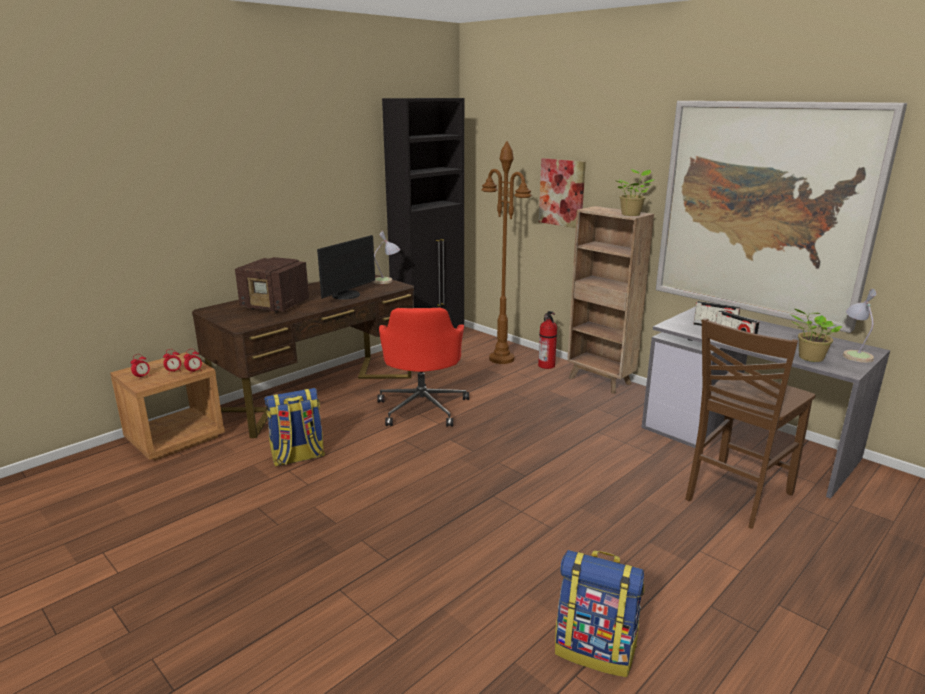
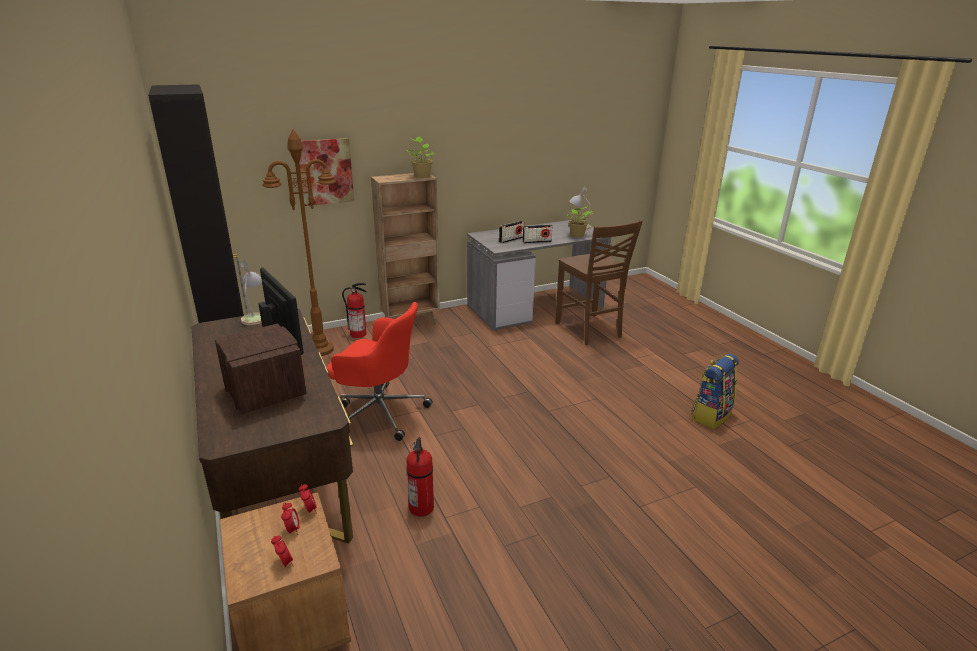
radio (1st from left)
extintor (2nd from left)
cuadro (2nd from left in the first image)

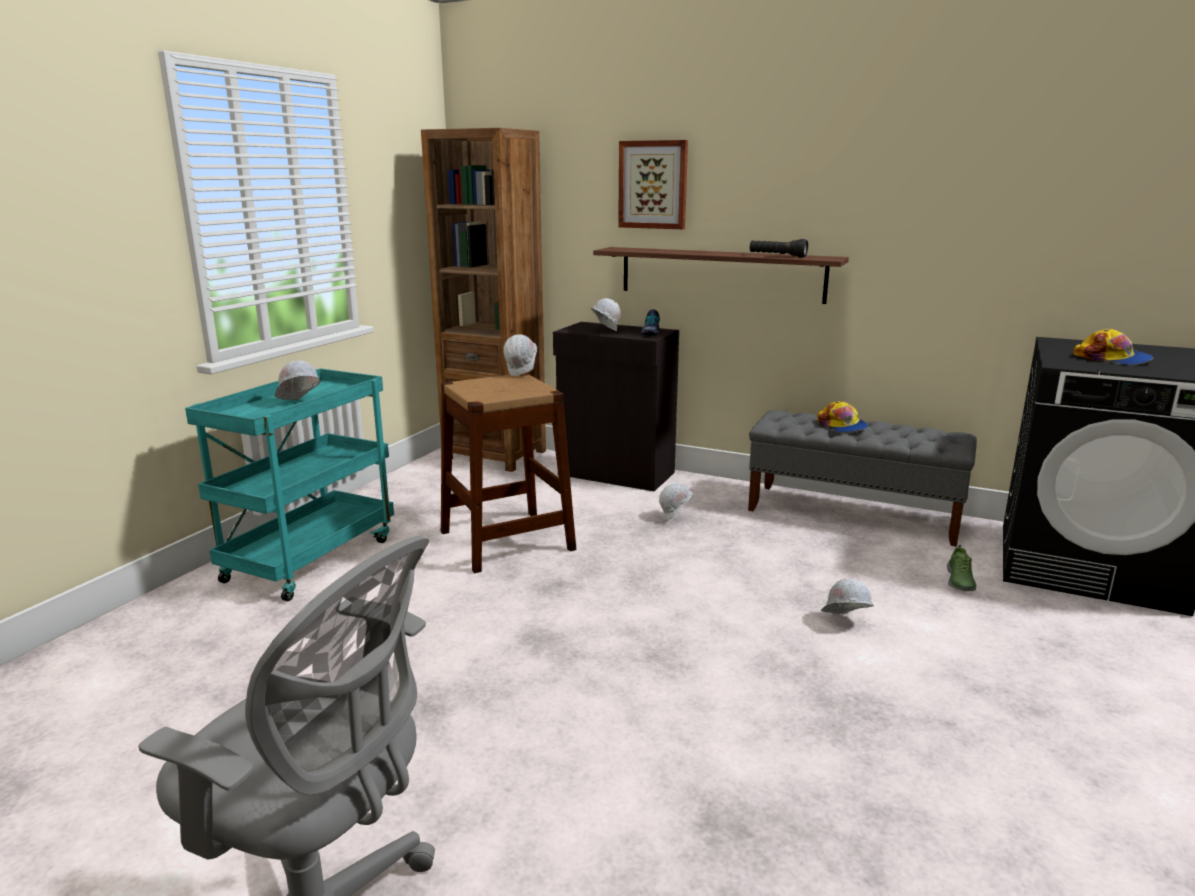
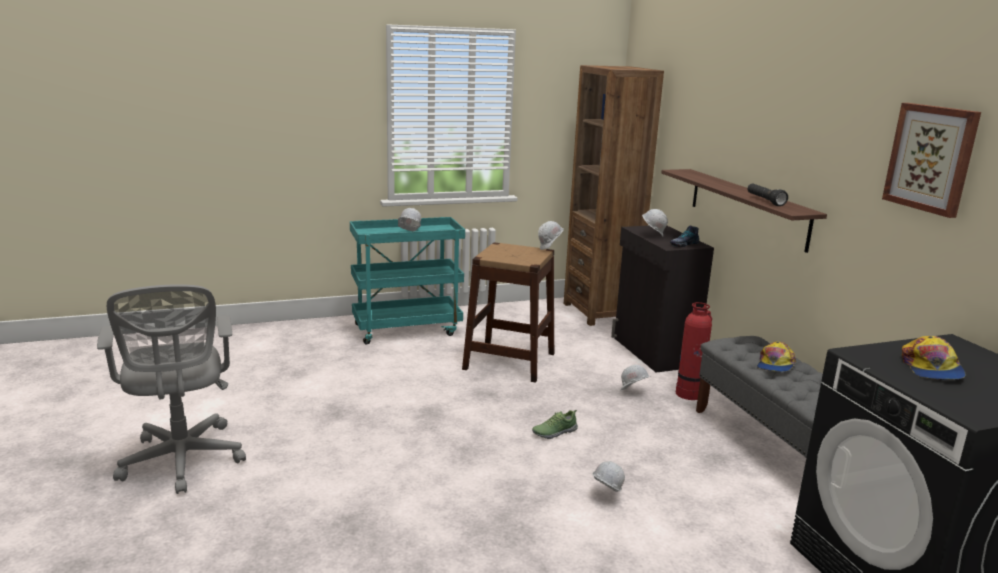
cuadro
zapato (1st from left)
extintor

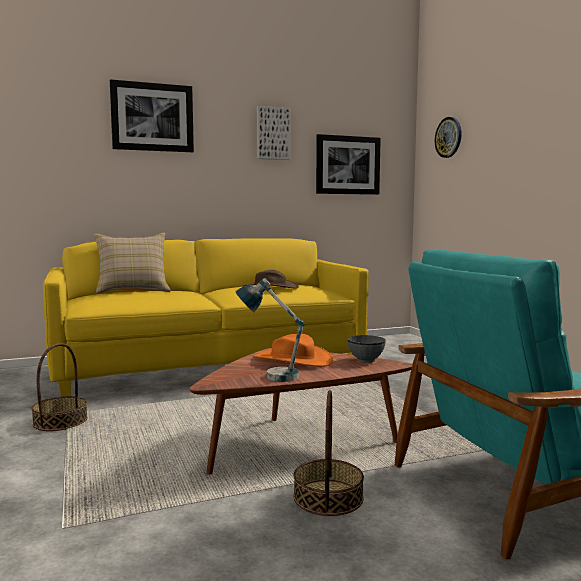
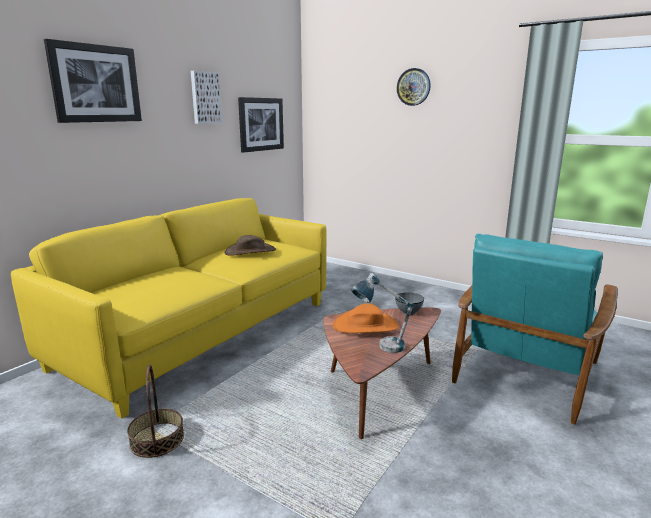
cojín/beis
cesta (2nd from left in the first image)
reloj de pared

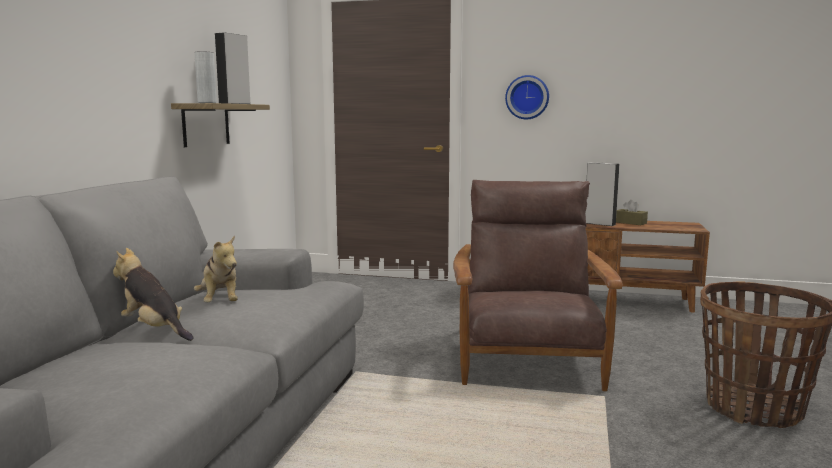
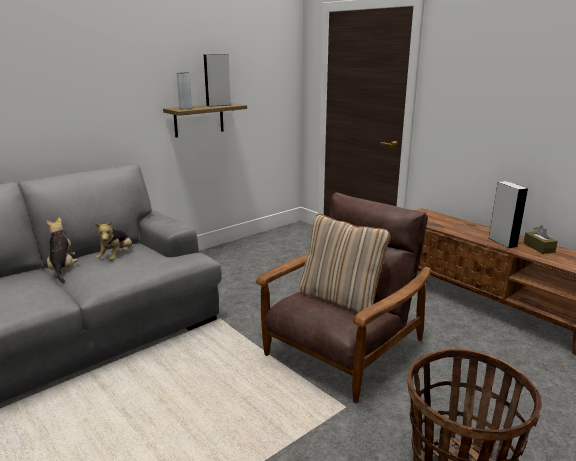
reloj de pared
cojín/beis

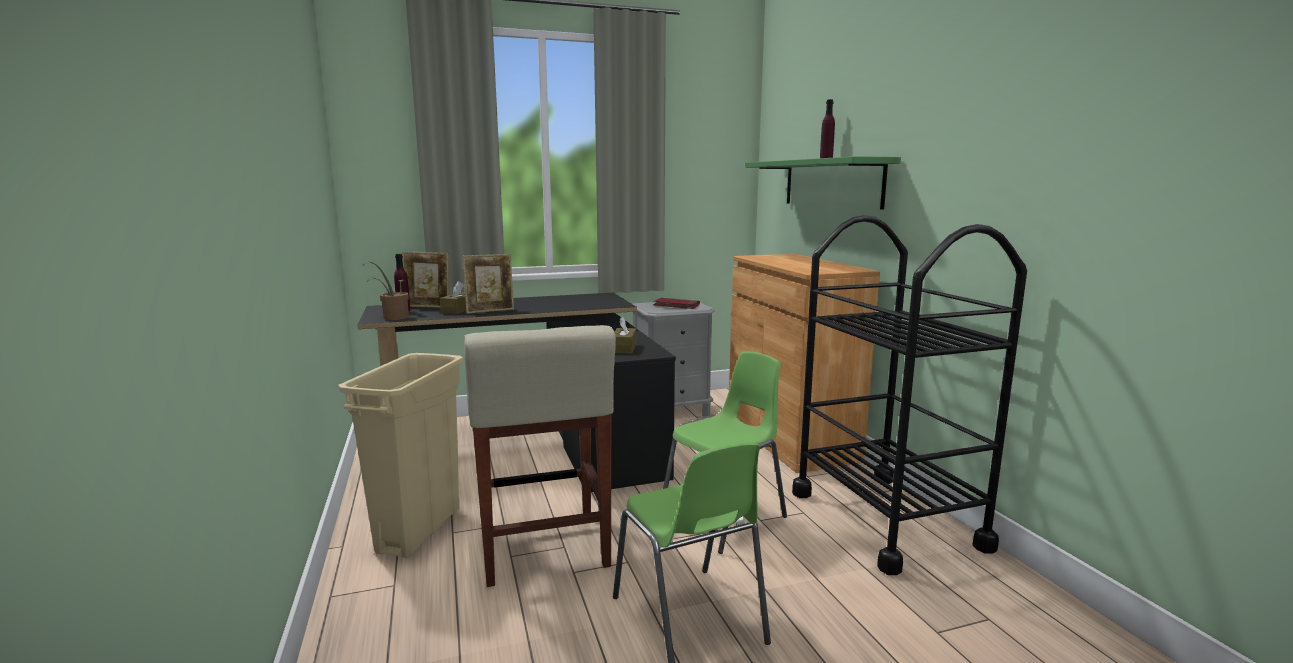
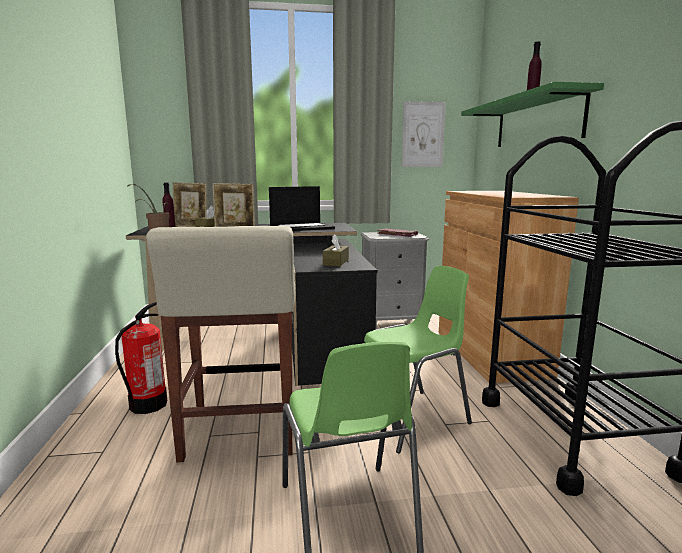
extintor
portátil
cuadro

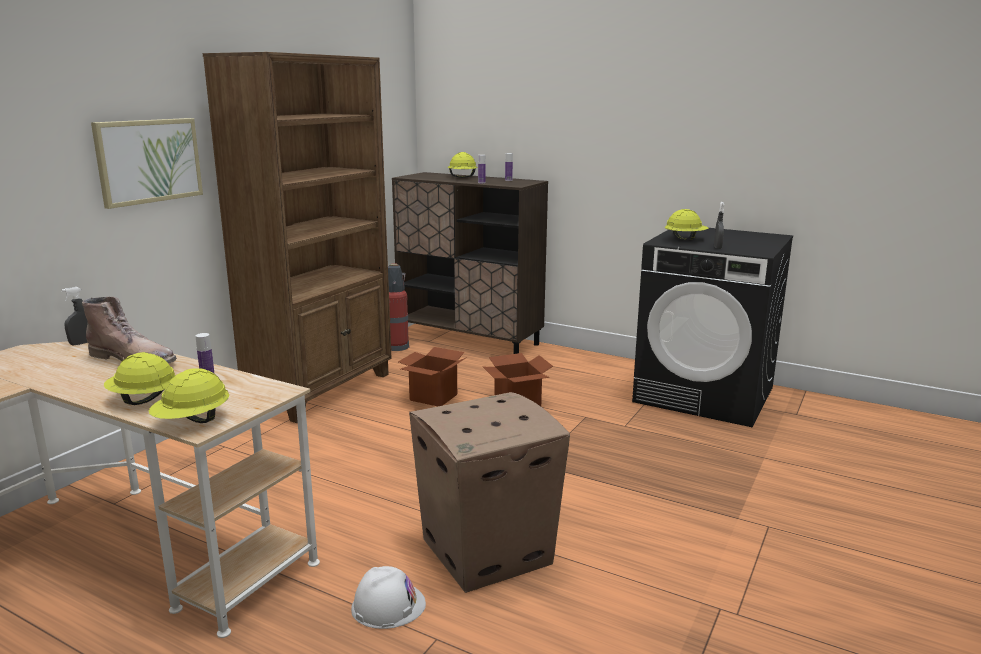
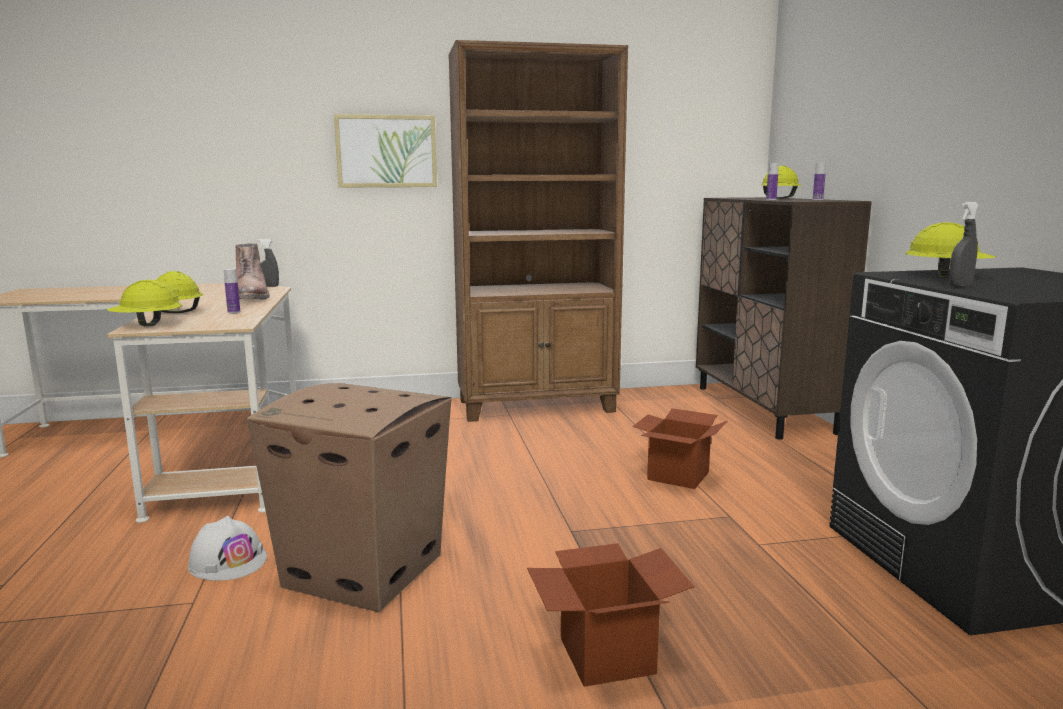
extintor
caja de cartón (2nd from left)

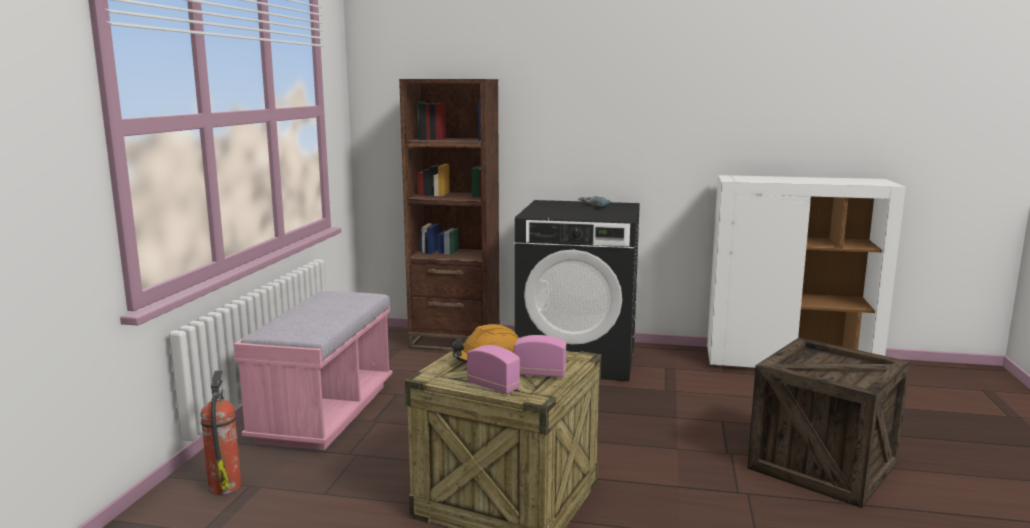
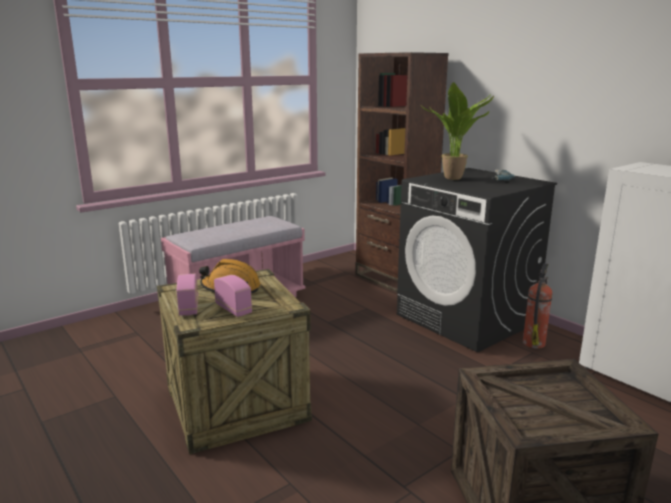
extintor
planta en maceta

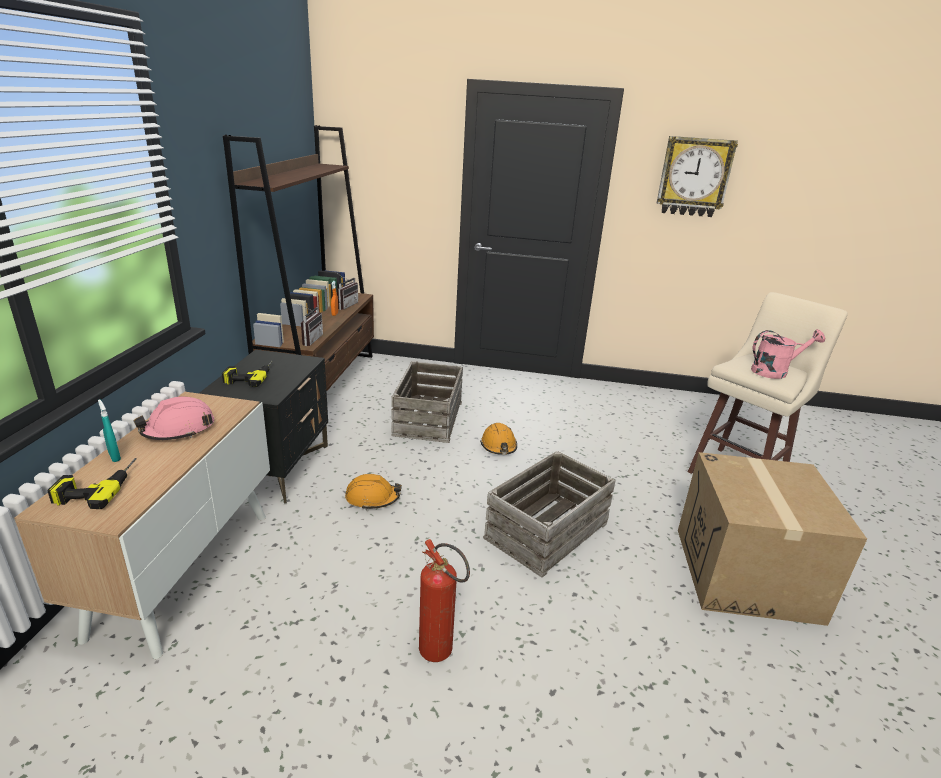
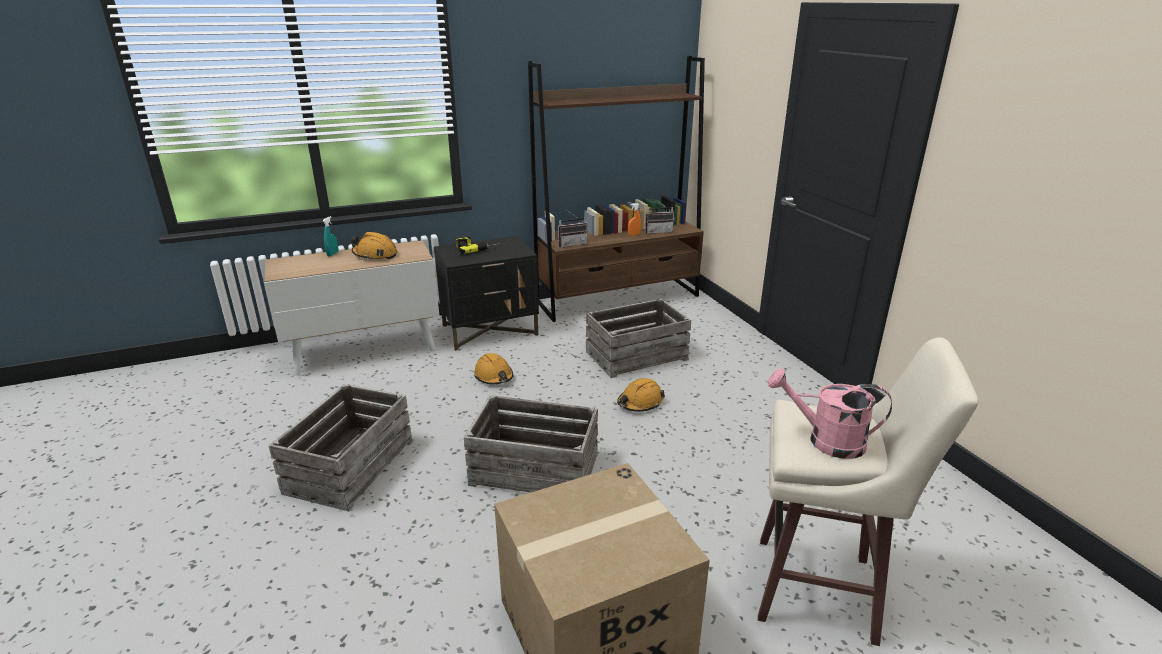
taladro (1st from left in the first image)
casco/naranja (1st from left)
caja de embalaje (1st from left)
reloj de pared
regadera/rosa

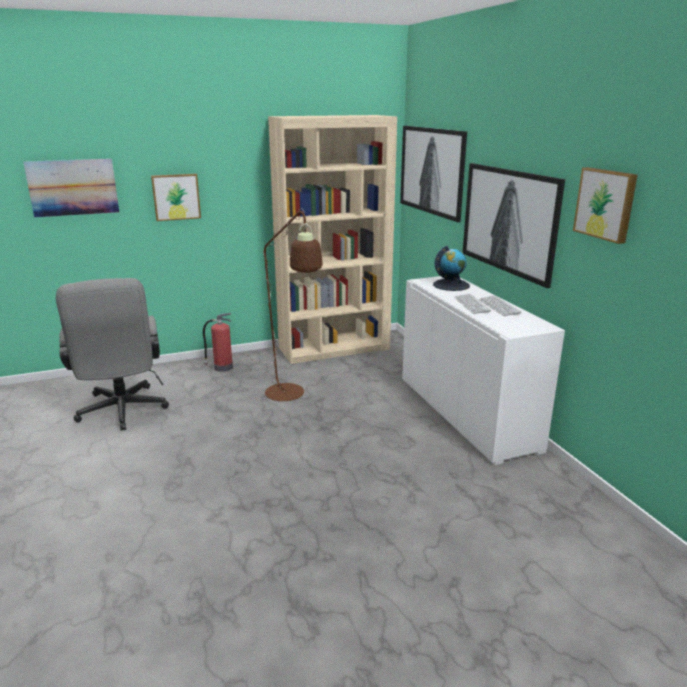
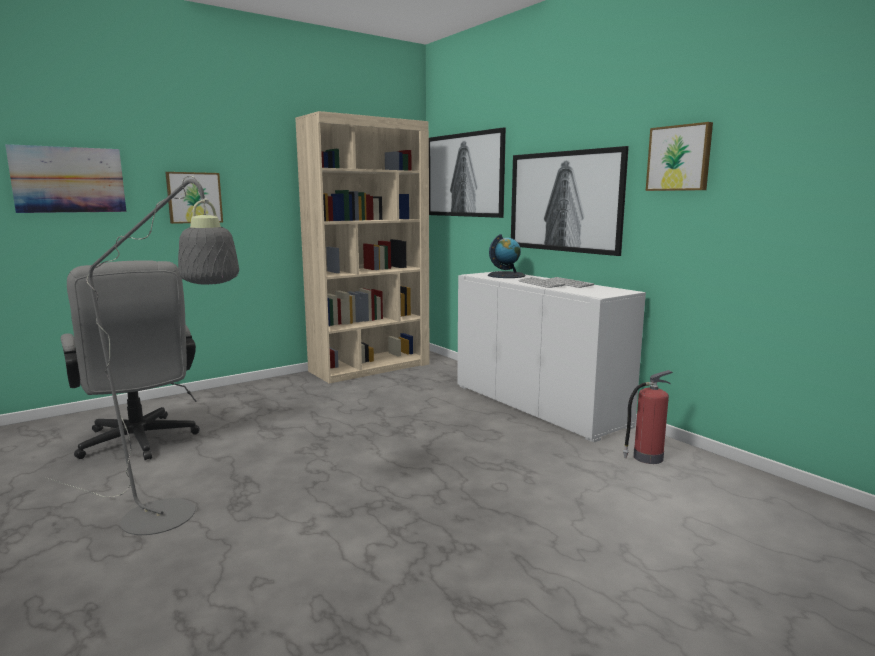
extintor
lámpara de pie/marrón
lámpara de pie/gris

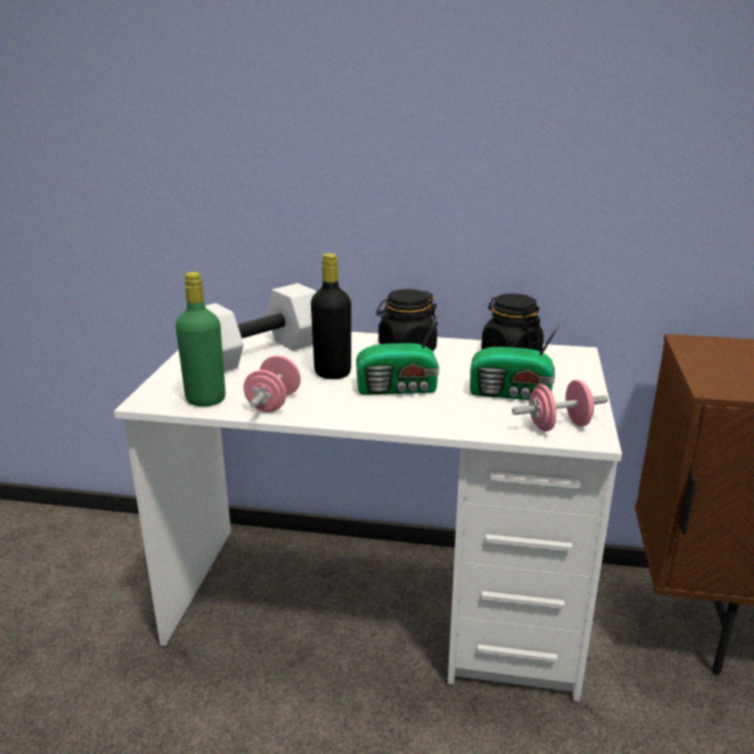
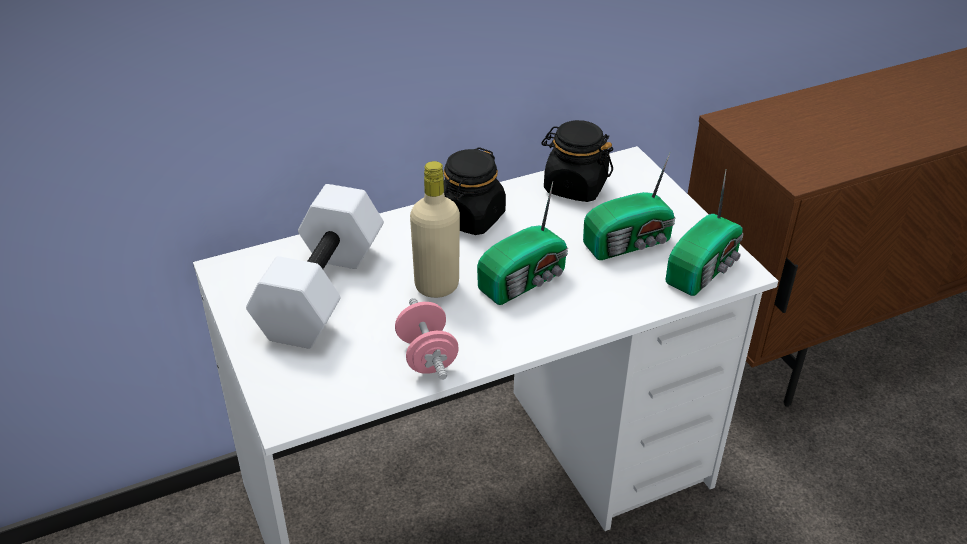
botella/verde
botella/beis
radio (3rd from left)

